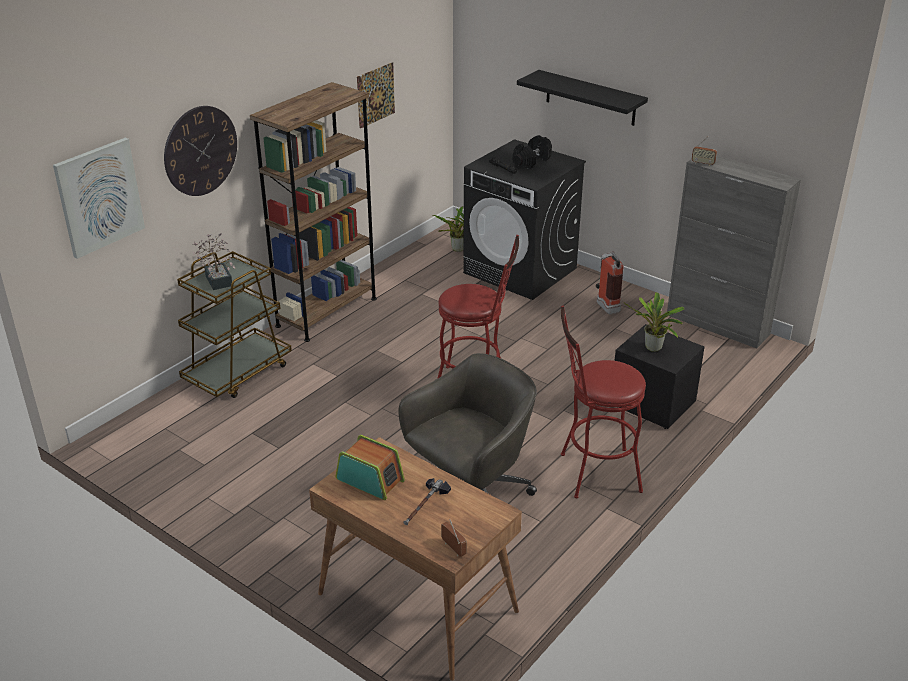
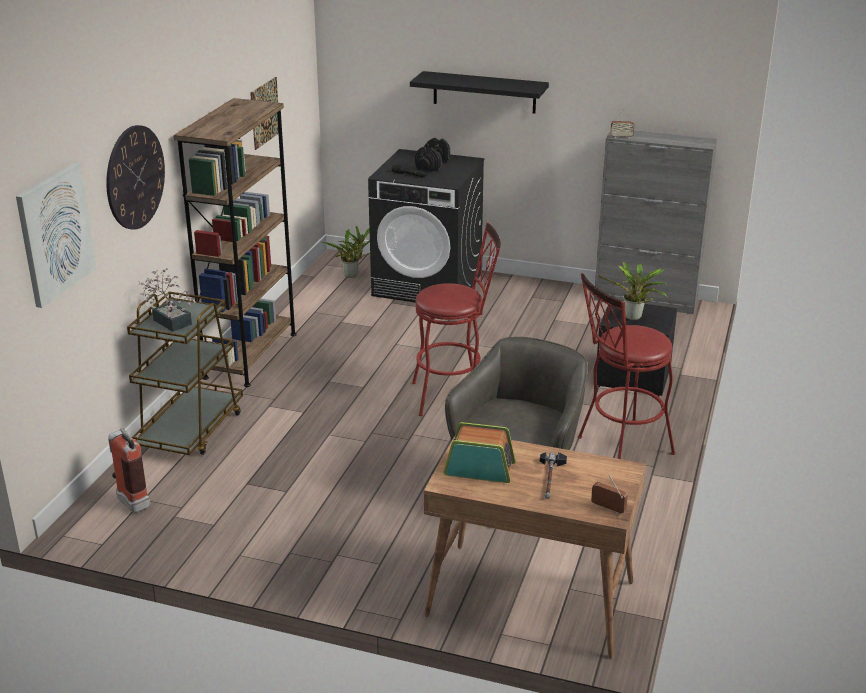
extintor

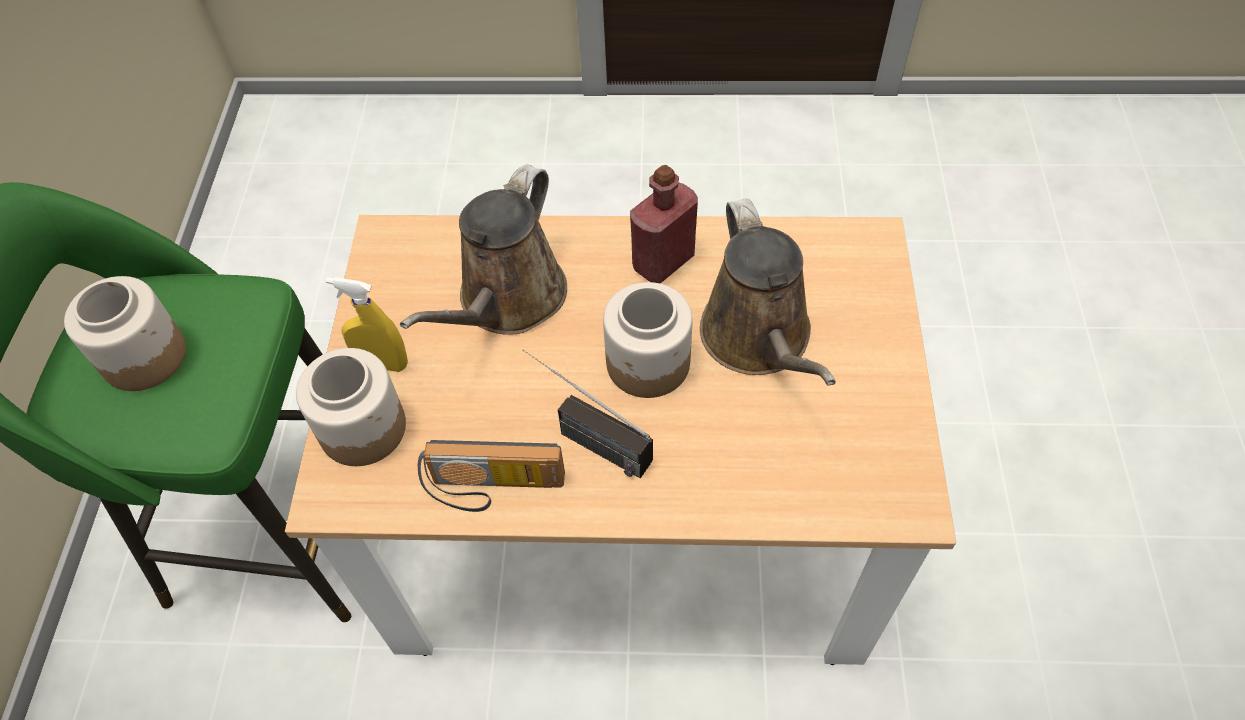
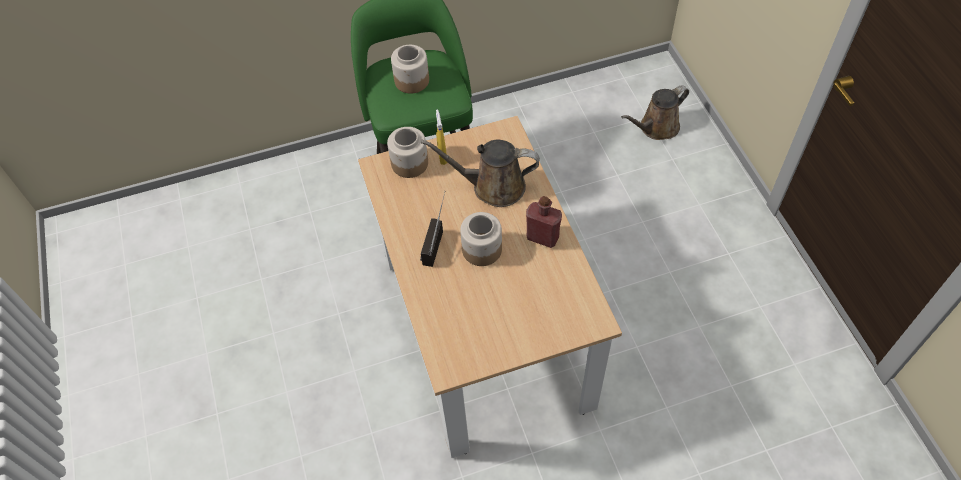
radio (1st from left in the first image)
regadera/marrón (2nd from left)

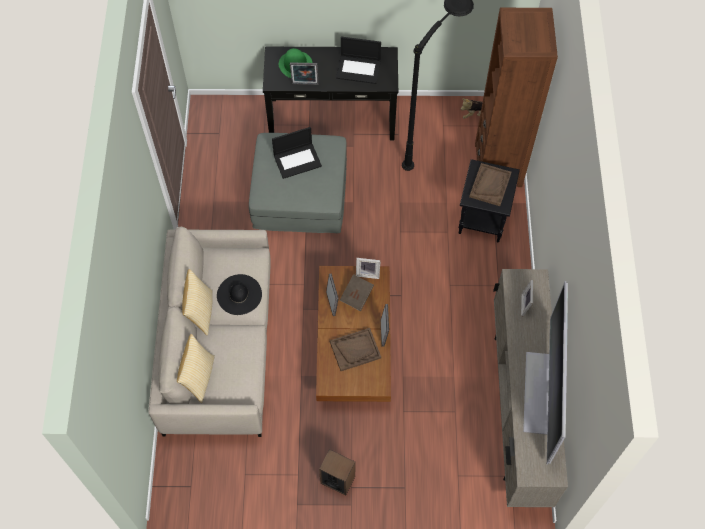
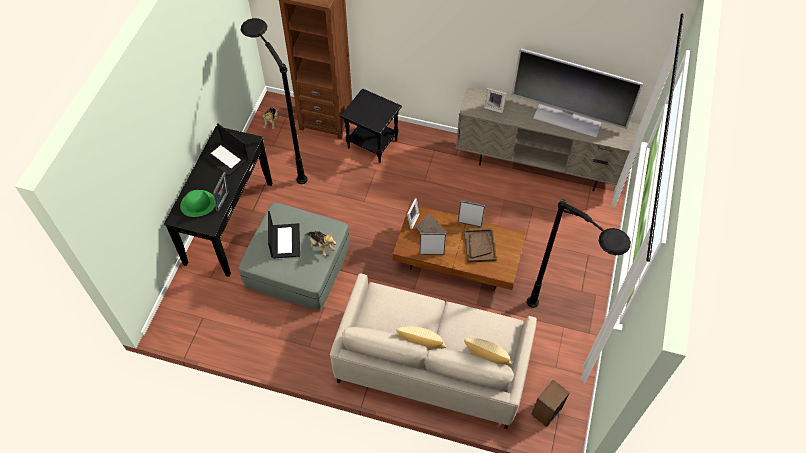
sombrero/negro
altavoz
portátil (1st from left)
bandeja/marrón (2nd from left in the first image)
peluche (2nd from left)
lámpara de pie/negro (2nd from left)

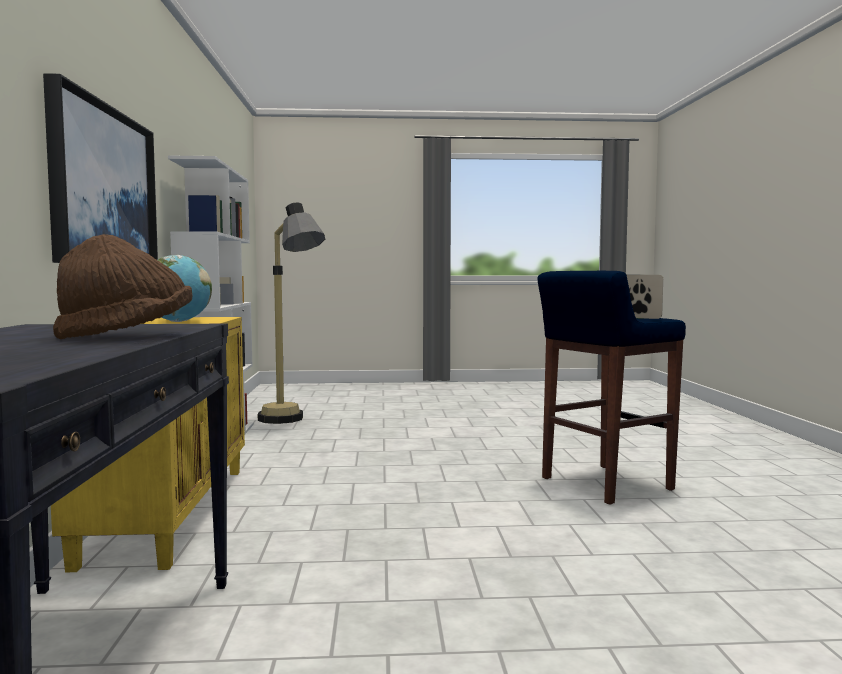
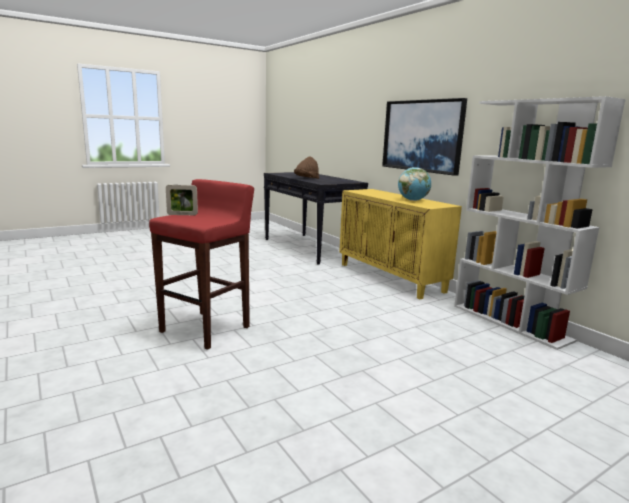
lámpara de pie
taburete/rojo

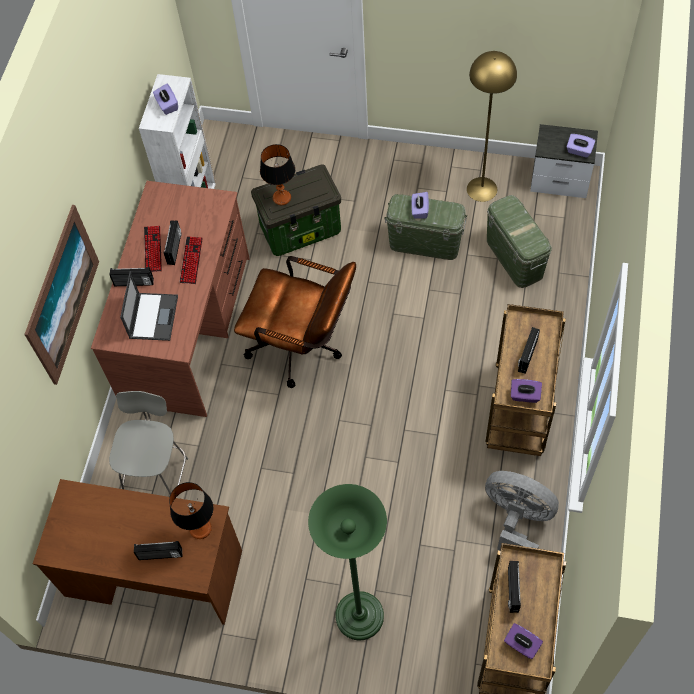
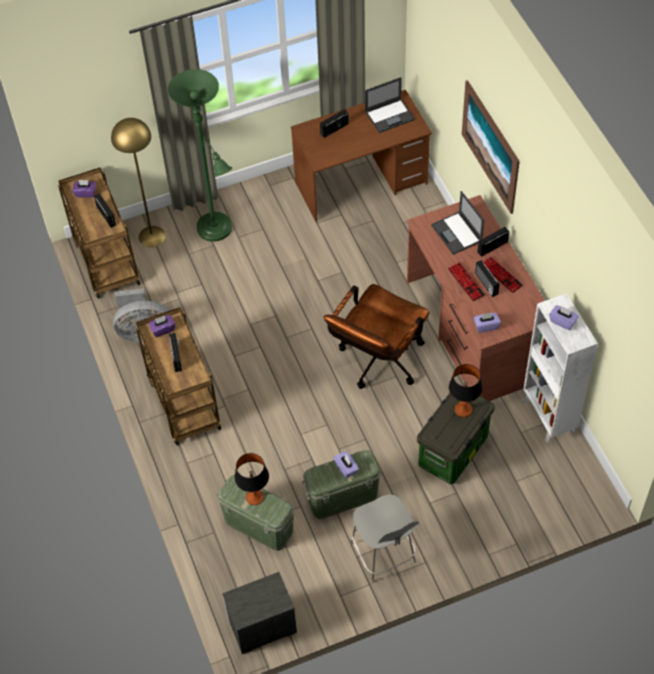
silla/gris
lámpara de mesa (1st from left)
silla de oficina/marrón
lámpara de pie/amarillo
caja de pañuelos/morado (4th from left)
portátil (1st from left)

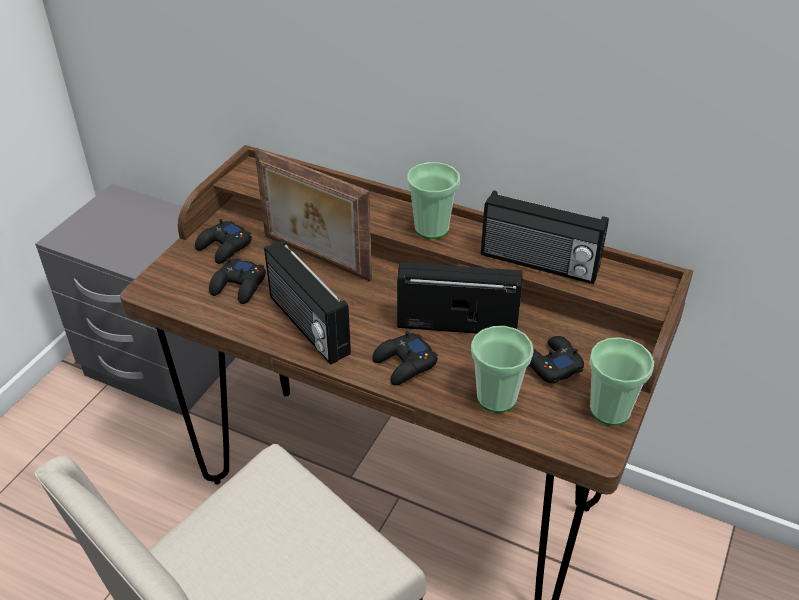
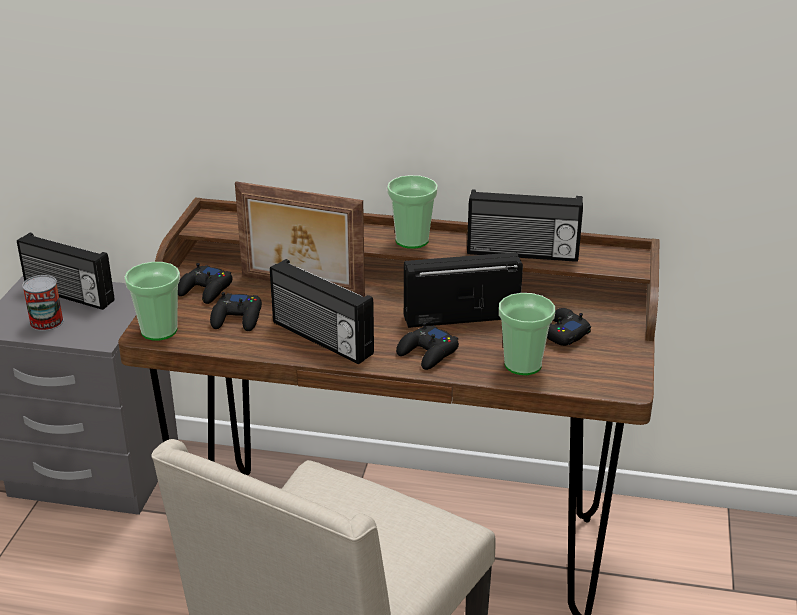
taza (1st from left)
radio (1st from left)
lata

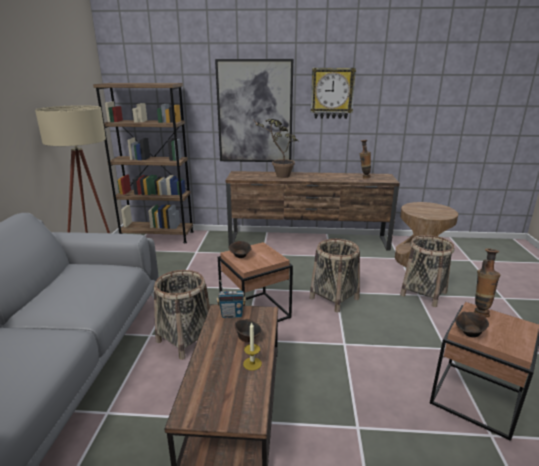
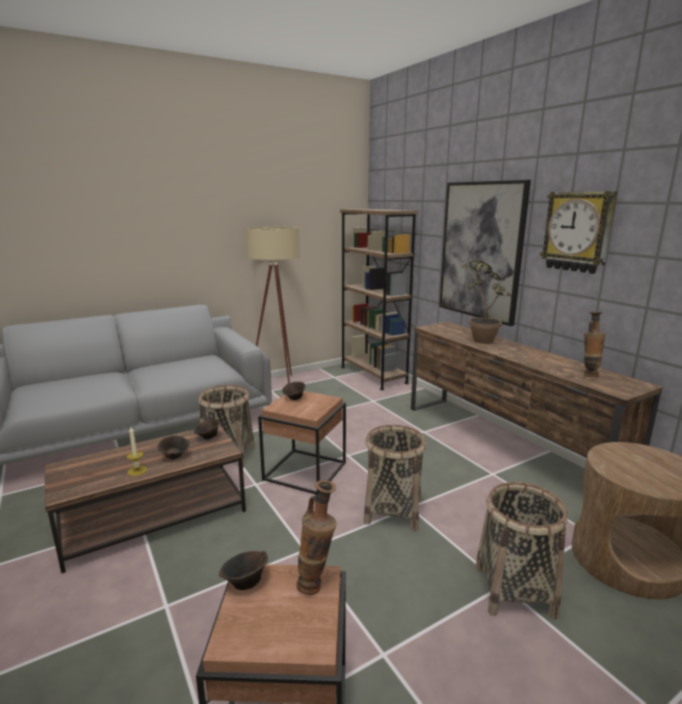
cuenco/marrón (2nd from left)

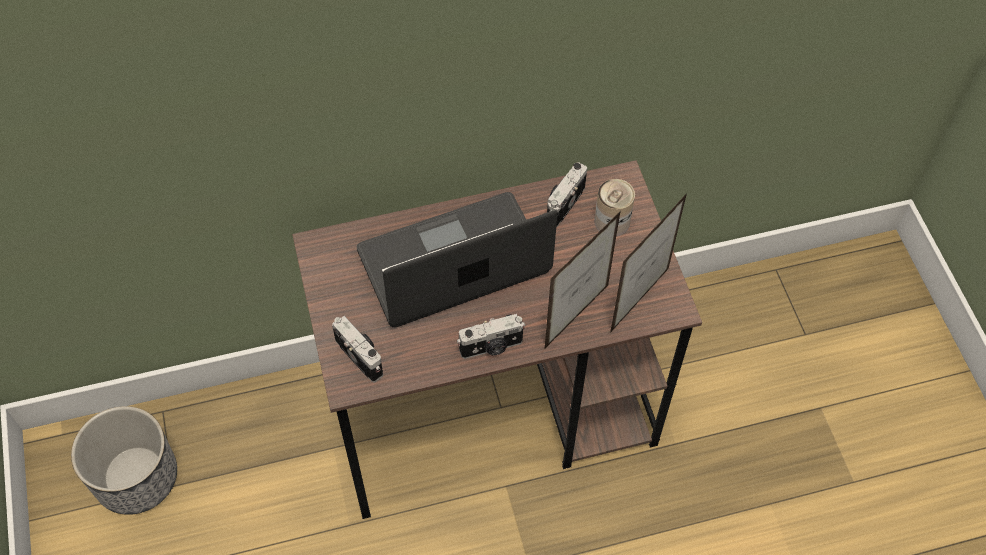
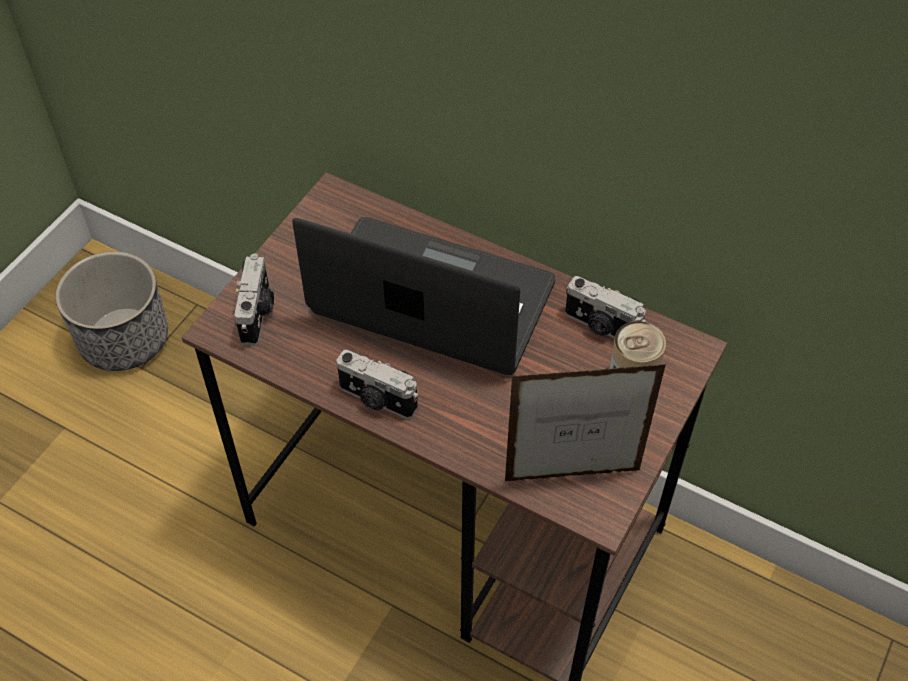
portarretratos (1st from left in the first image)
cámara (3rd from left)

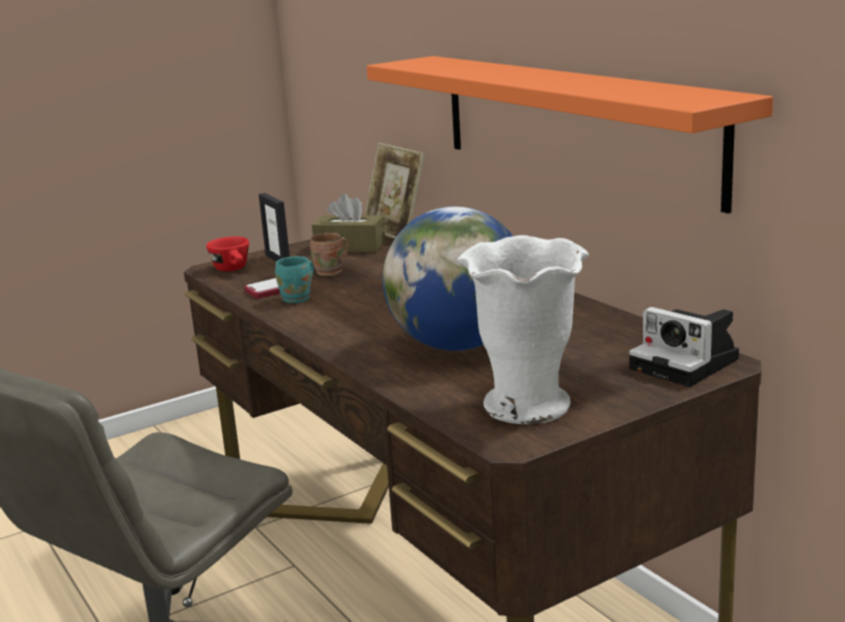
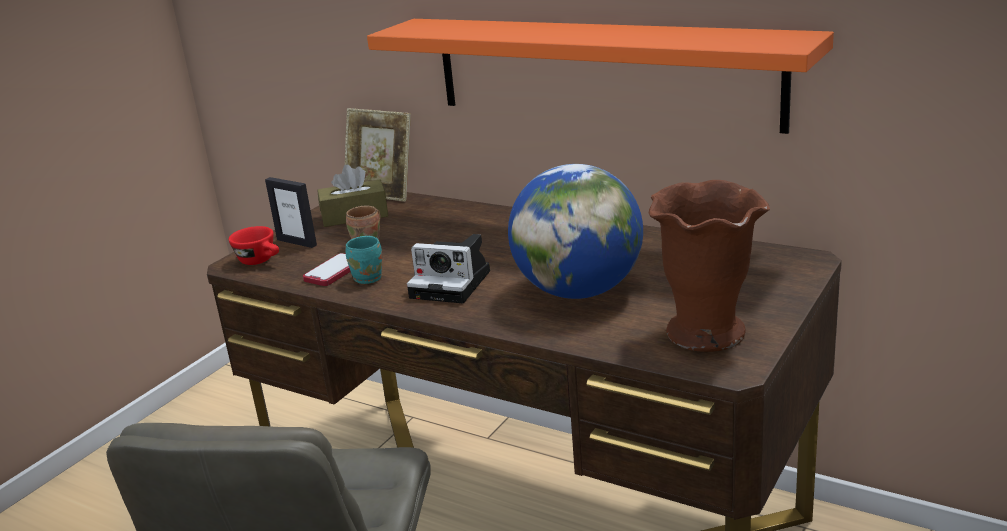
florero/marrón
cámara

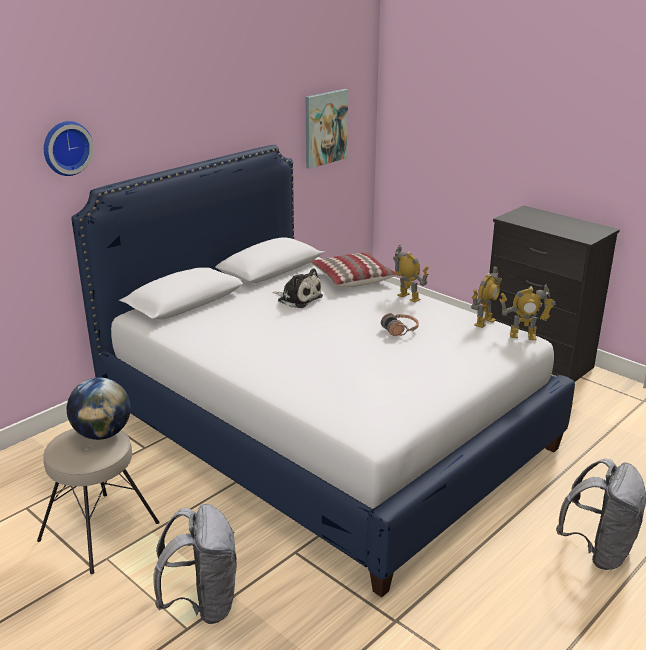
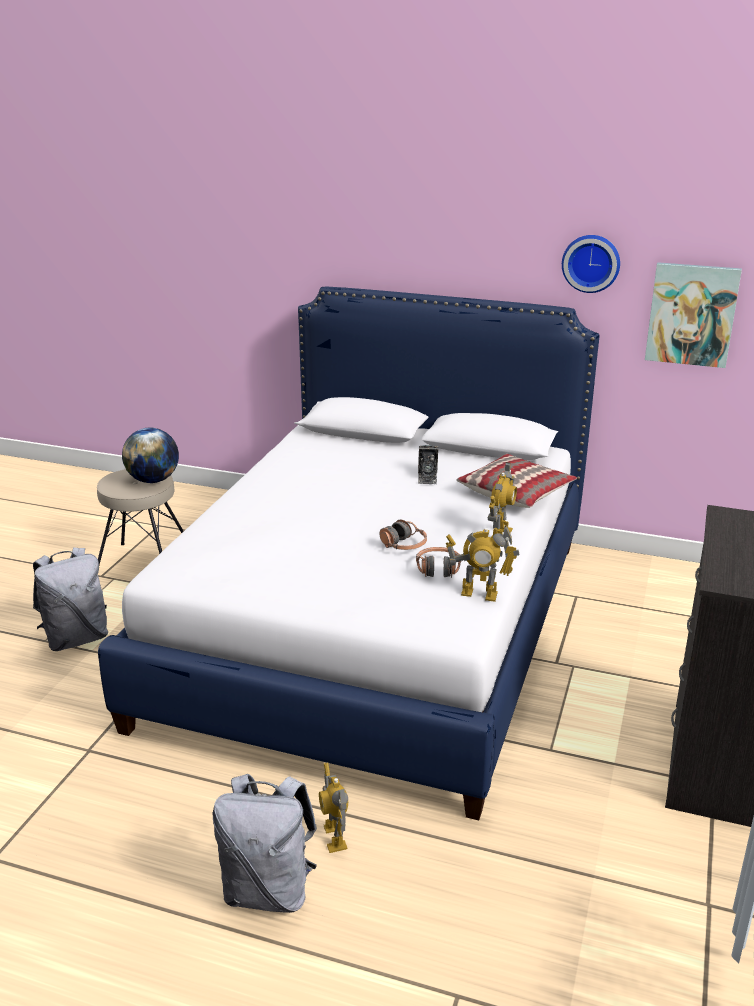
reloj de pared
cámara
robot de juguete (1st from left)
auriculares (2nd from left)

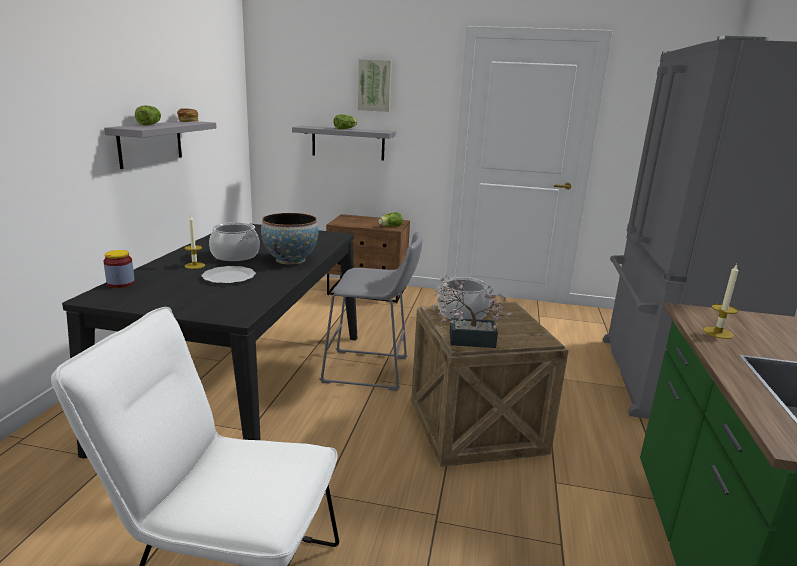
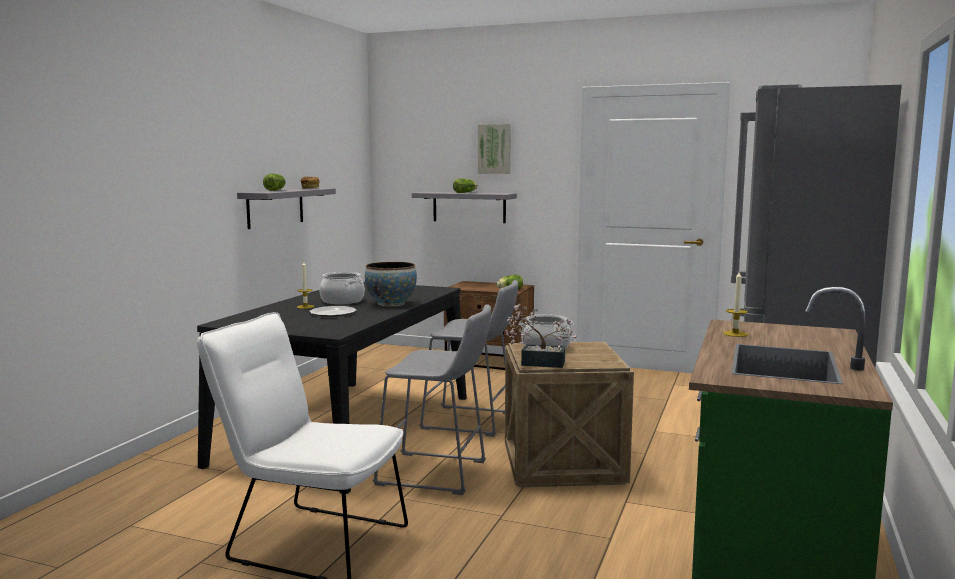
tarro
taburete/gris (1st from left)

